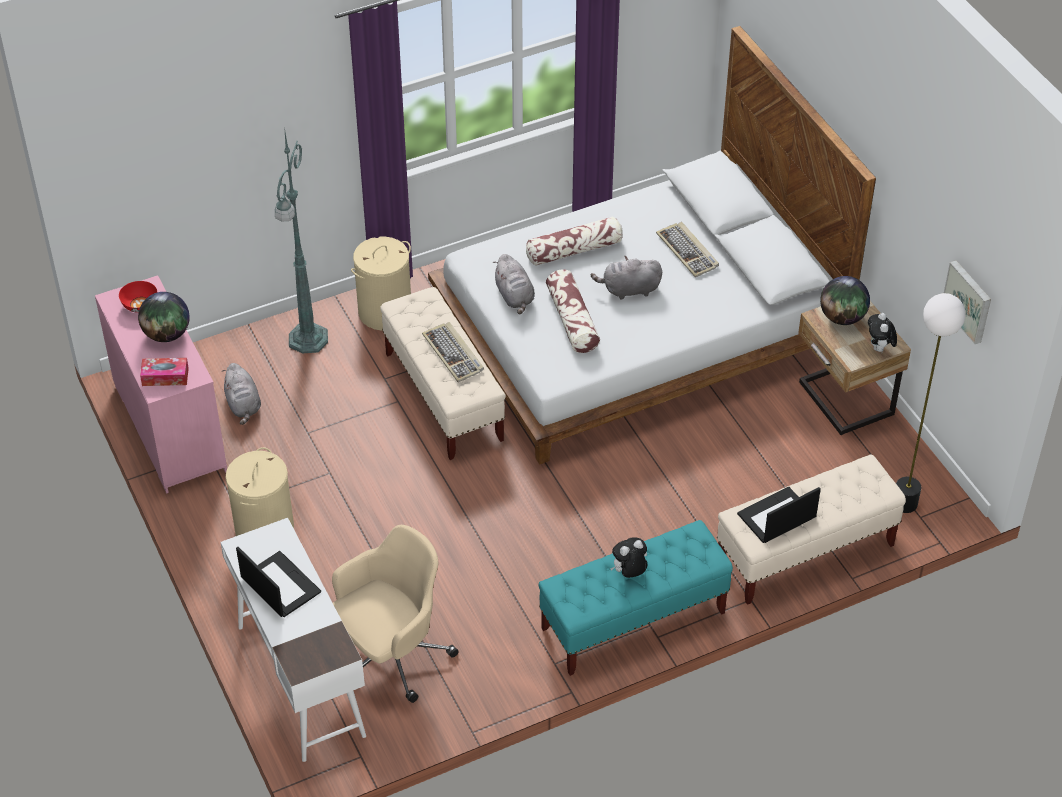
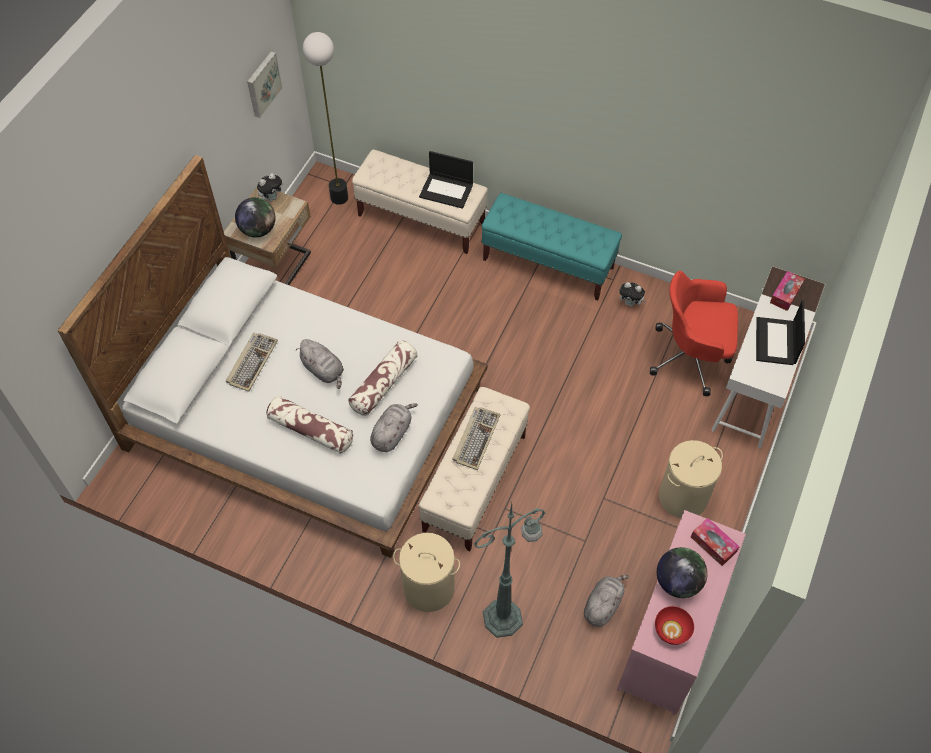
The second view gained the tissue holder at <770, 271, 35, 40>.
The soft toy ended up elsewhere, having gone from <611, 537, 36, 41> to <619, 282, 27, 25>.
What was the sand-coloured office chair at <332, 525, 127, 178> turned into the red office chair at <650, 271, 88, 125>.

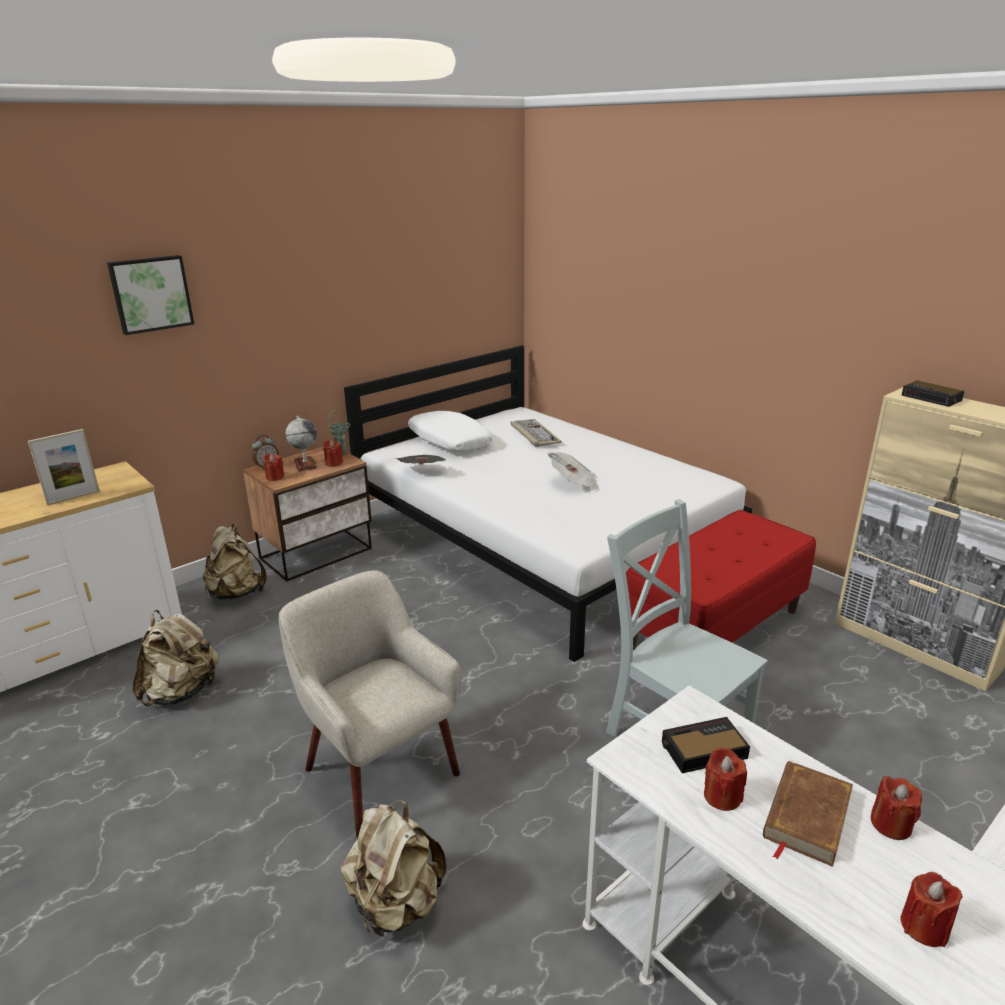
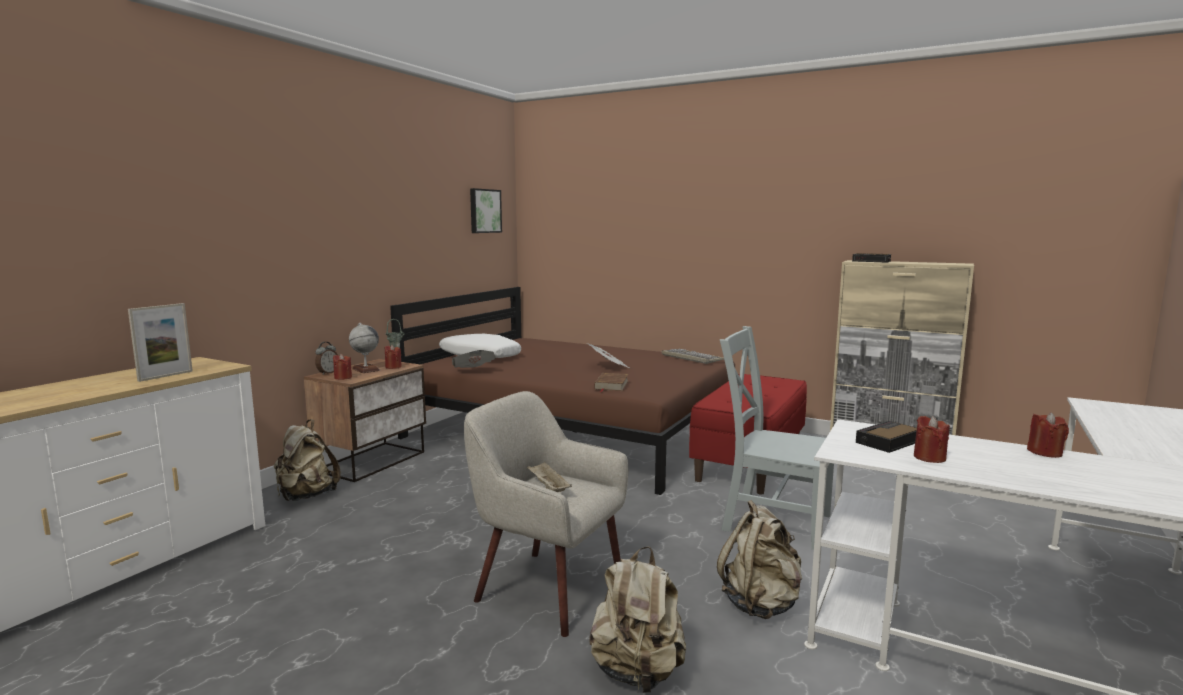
The second view lost the red wax light at <900, 872, 62, 75>.
The second view gained the sand-coloured tray at <527, 462, 45, 30>.
The picture ended up elsewhere, having gone from <107, 255, 87, 80> to <470, 188, 32, 45>.
The sand-coloured knapsack ended up elsewhere, having gone from <133, 610, 86, 97> to <717, 500, 85, 119>.
The keyboard ended up elsewhere, having gone from <510, 419, 52, 28> to <662, 349, 62, 15>.
The brownish book ended up elsewhere, having gone from <763, 761, 90, 106> to <594, 373, 35, 19>.
What was the white-coloured bed at <344, 345, 408, 317> turned into the brownish bed at <390, 287, 345, 208>.

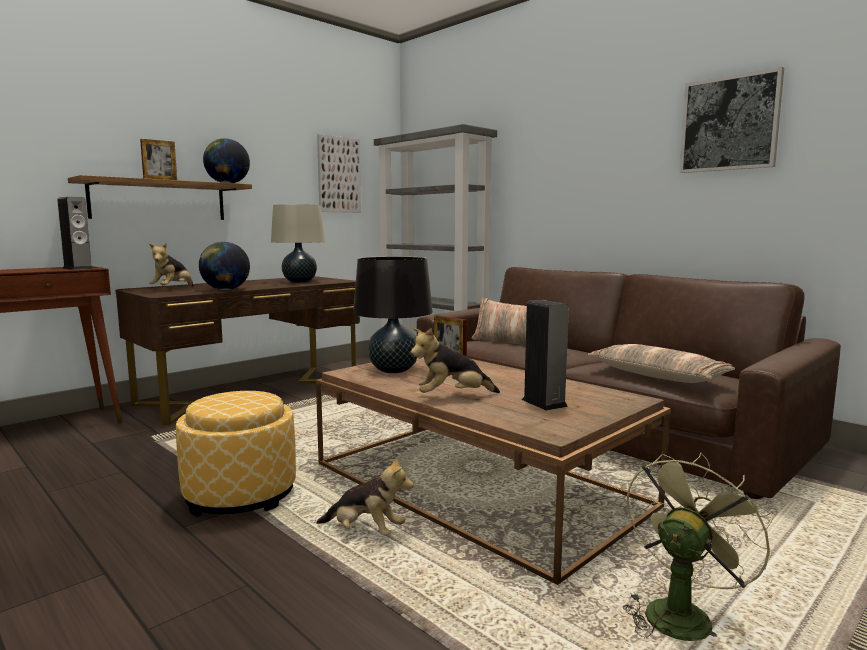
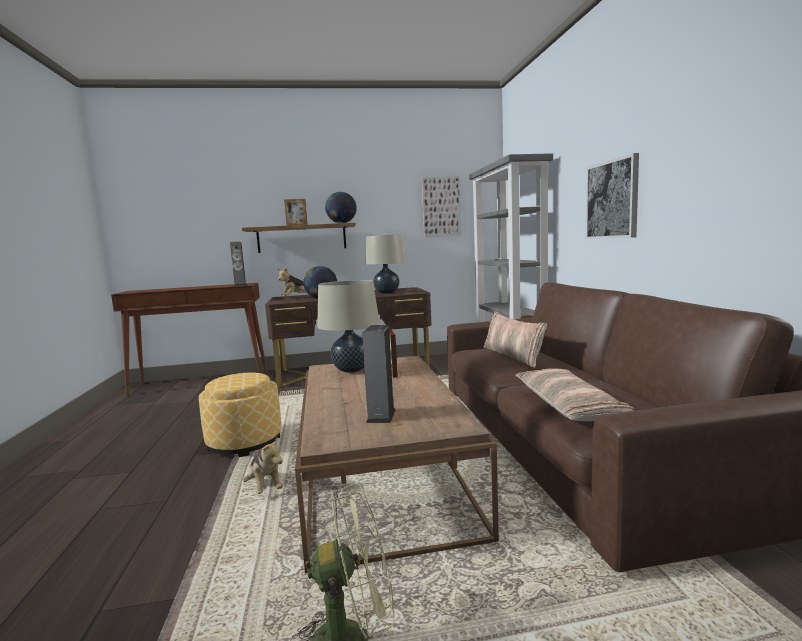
The second view lost the soft toy at <410, 328, 90, 65>.
The picture ended up elsewhere, having gone from <679, 67, 105, 106> to <586, 153, 53, 86>.
What was the black-coloured lamp for a table at <353, 256, 80, 117> turned into the sand-coloured lamp for a table at <317, 280, 63, 93>.

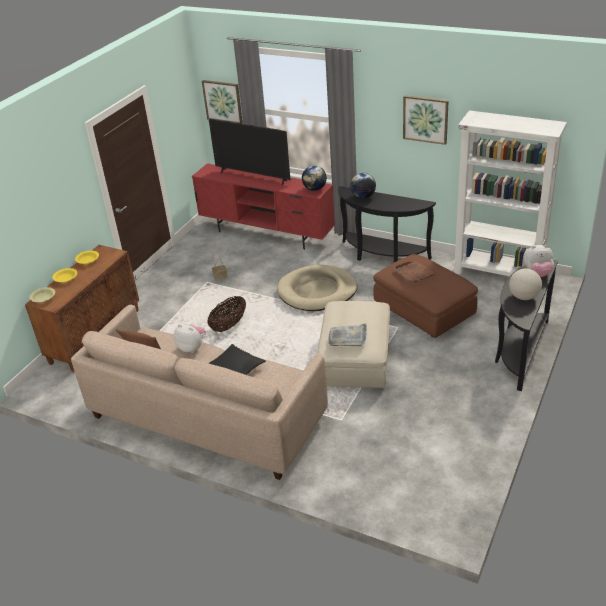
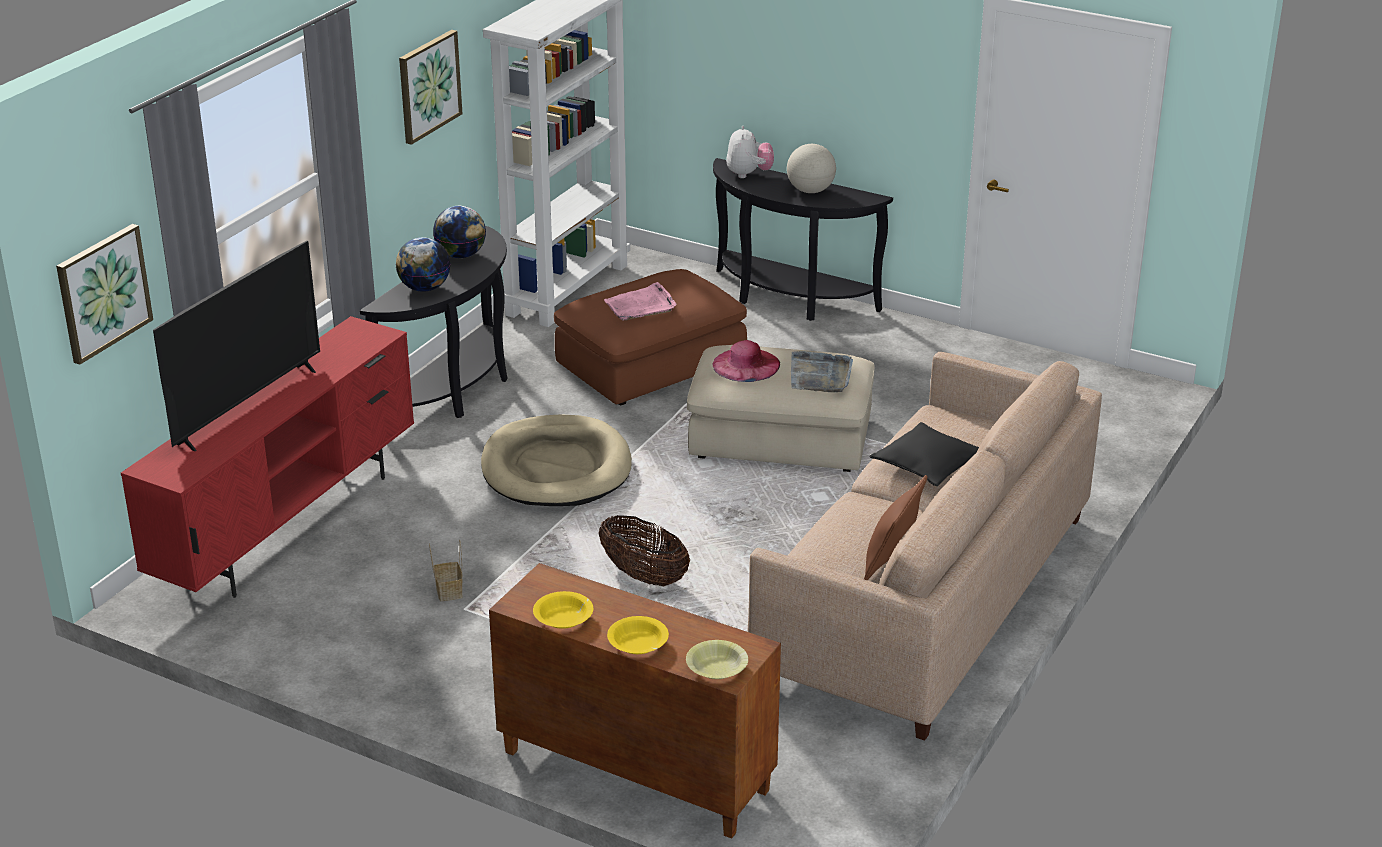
The second view lost the soft toy at <174, 324, 32, 29>.
The second view gained the pinkish hat at <713, 340, 67, 42>.
The world globe ended up elsewhere, having gone from <302, 165, 25, 26> to <433, 206, 53, 52>.
What was the brownish tray at <394, 261, 42, 22> turned into the pinkish tray at <604, 282, 73, 39>.

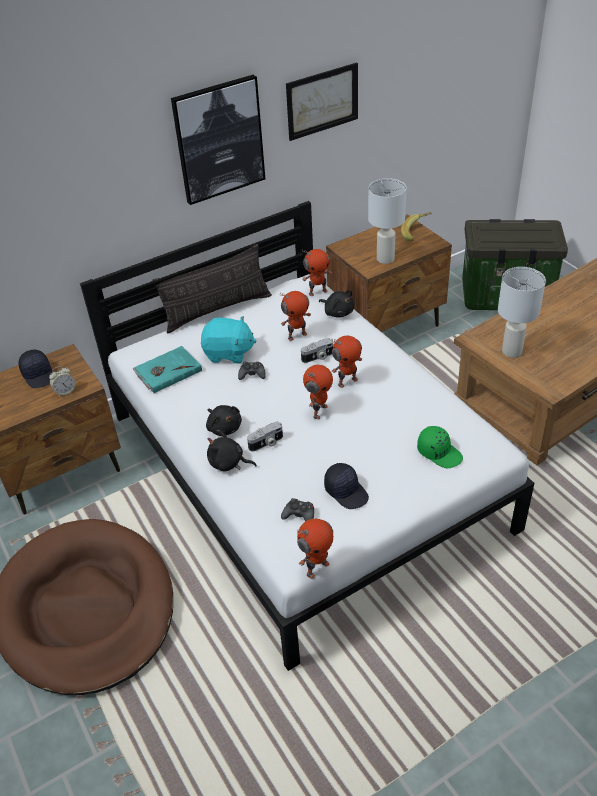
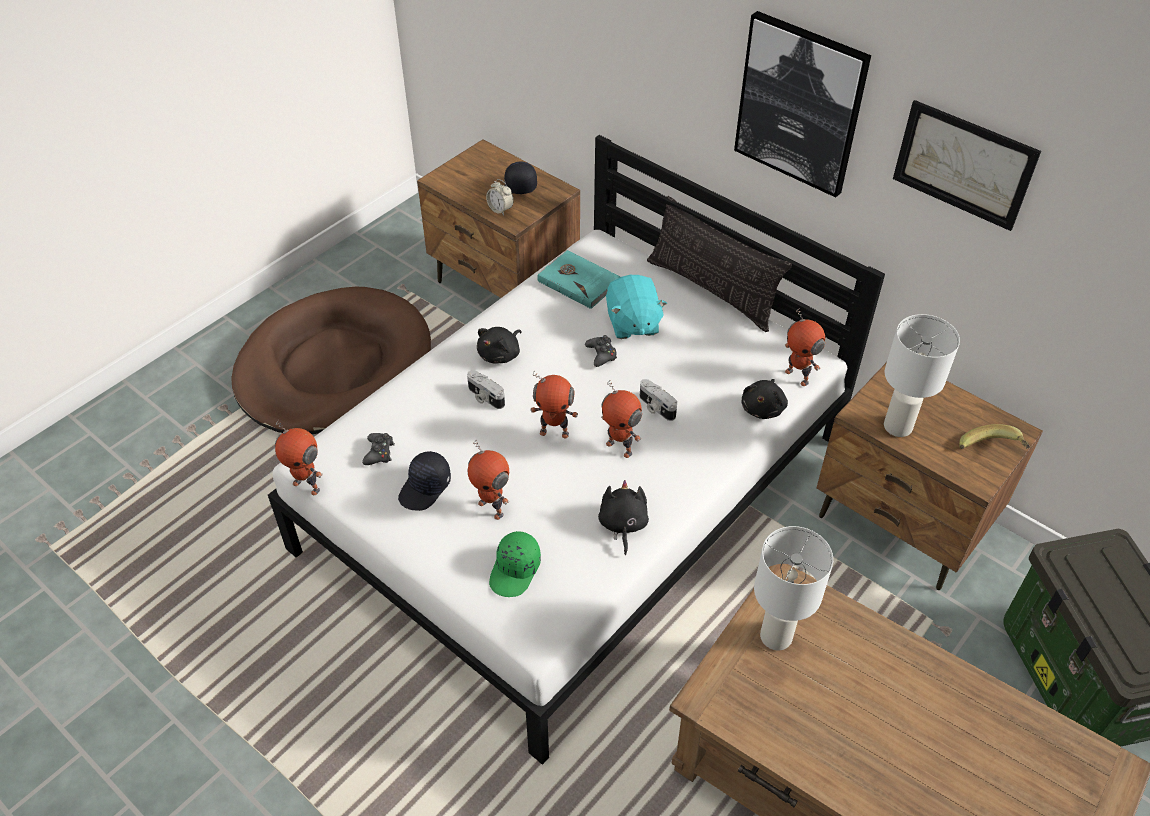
The black-coloured soft toy ended up elsewhere, having gone from <207, 430, 50, 42> to <598, 480, 51, 75>.
The toy robot ended up elsewhere, having gone from <280, 291, 31, 50> to <467, 439, 42, 81>.
The black-coloured baseball cap at <18, 350, 34, 38> ended up facing another way, 135 degrees clockwise from before.

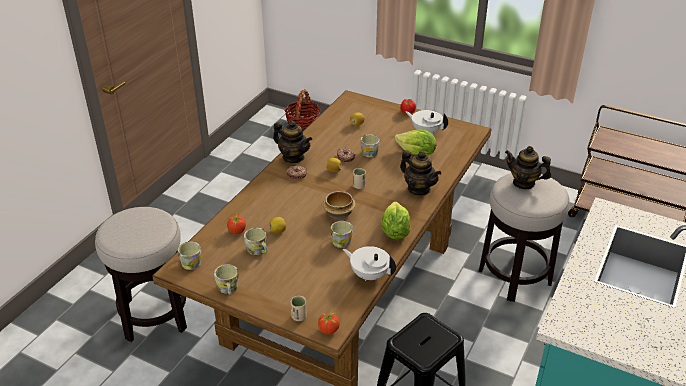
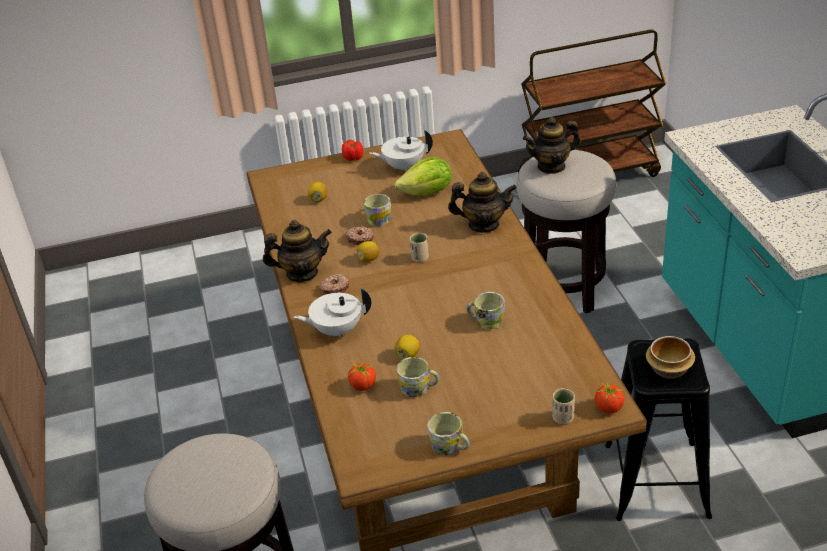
The second view lost the coffee mug at <178, 242, 23, 28>.
The second view lost the household basket at <284, 89, 37, 42>.
The second view lost the head of lettuce at <381, 201, 30, 38>.
The bowl ended up elsewhere, having gone from <323, 191, 33, 28> to <646, 336, 49, 43>.
The white-coloured tea pot ended up elsewhere, having gone from <343, 246, 53, 35> to <294, 288, 77, 50>.

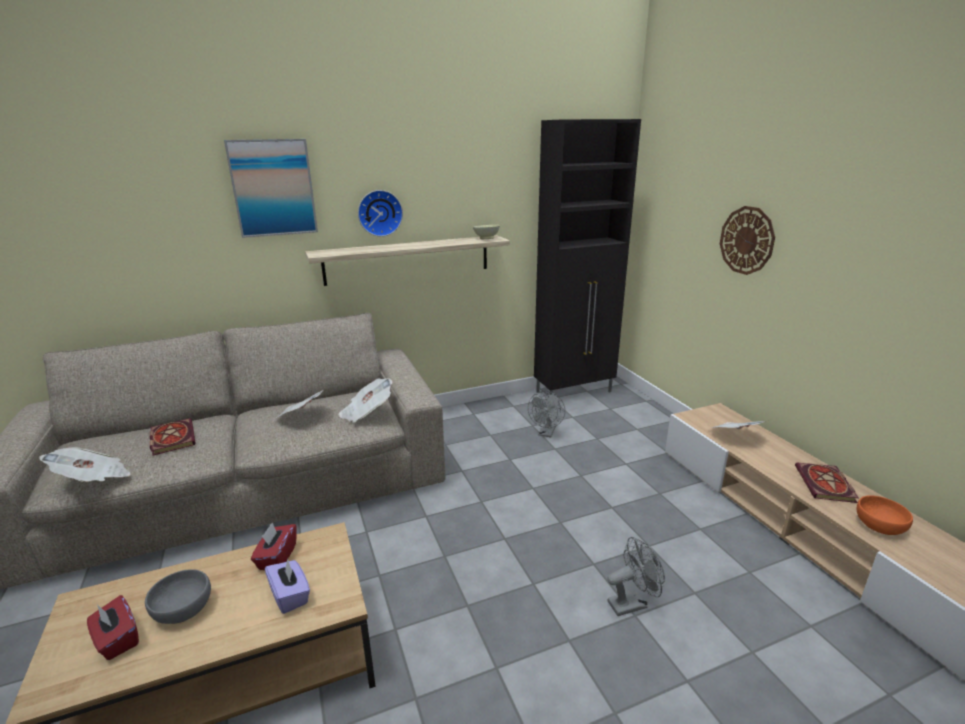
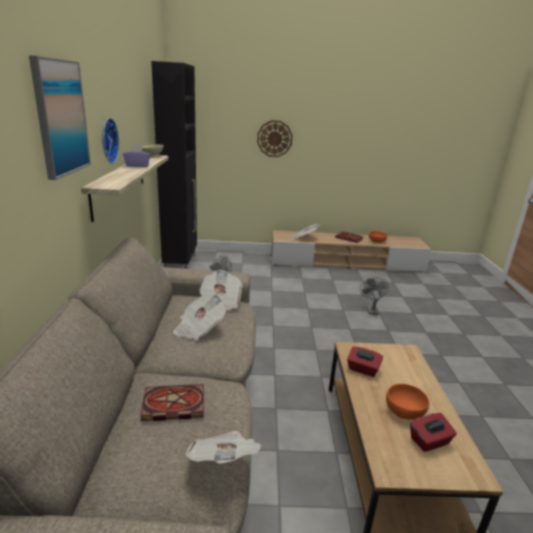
The purplish tissue holder ended up elsewhere, having gone from <265, 559, 45, 55> to <123, 145, 27, 22>.
What was the grey bowl at <145, 569, 66, 55> turned into the orange-coloured bowl at <386, 384, 43, 36>.

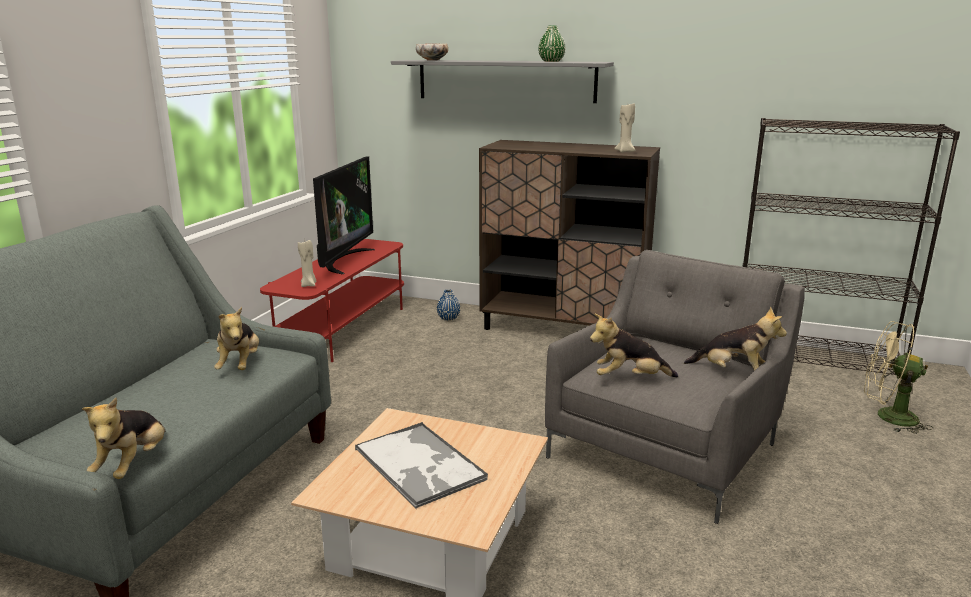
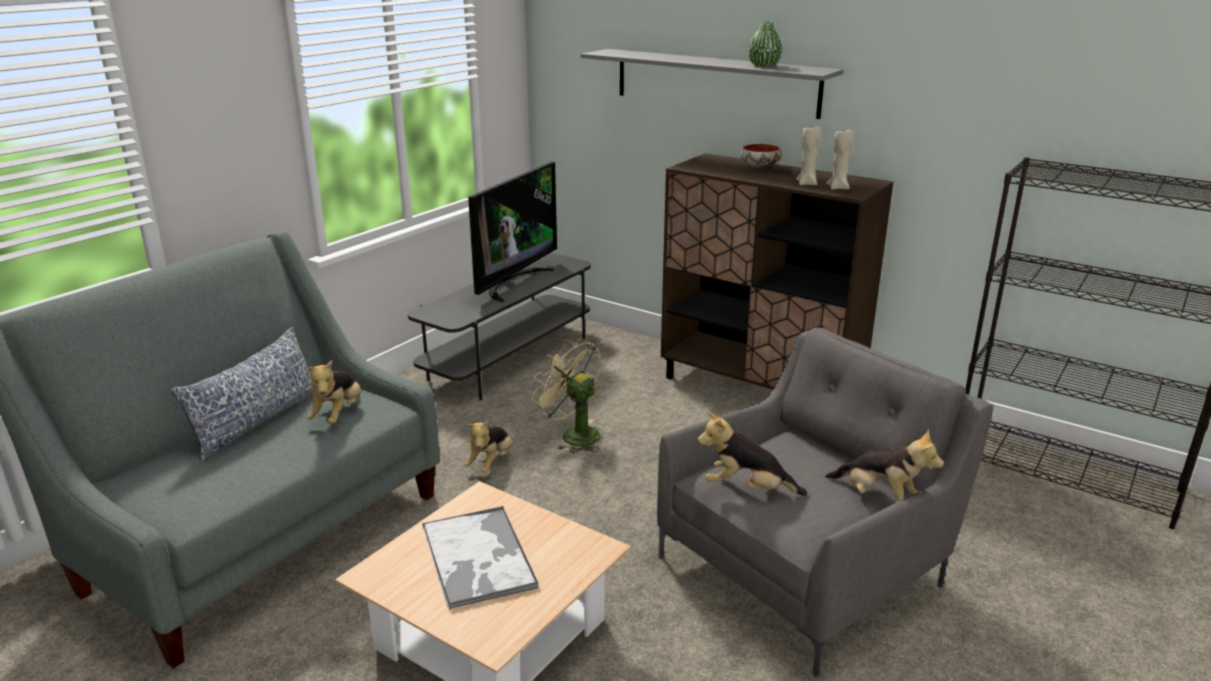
The second view lost the blue decorative vase at <437, 289, 23, 32>.
The second view gained the throw pillow at <171, 327, 142, 135>.
The soft toy ended up elsewhere, having gone from <82, 398, 83, 81> to <464, 420, 48, 53>.
The sand-coloured wax light ended up elsewhere, having gone from <298, 240, 19, 47> to <796, 124, 25, 61>.
The bowl ended up elsewhere, having gone from <416, 44, 32, 16> to <741, 144, 41, 25>.
The sand-coloured cooling fan ended up elsewhere, having gone from <864, 321, 69, 113> to <532, 338, 69, 115>.
What was the red media console at <260, 239, 144, 123> turned into the grey media console at <408, 253, 183, 147>.

